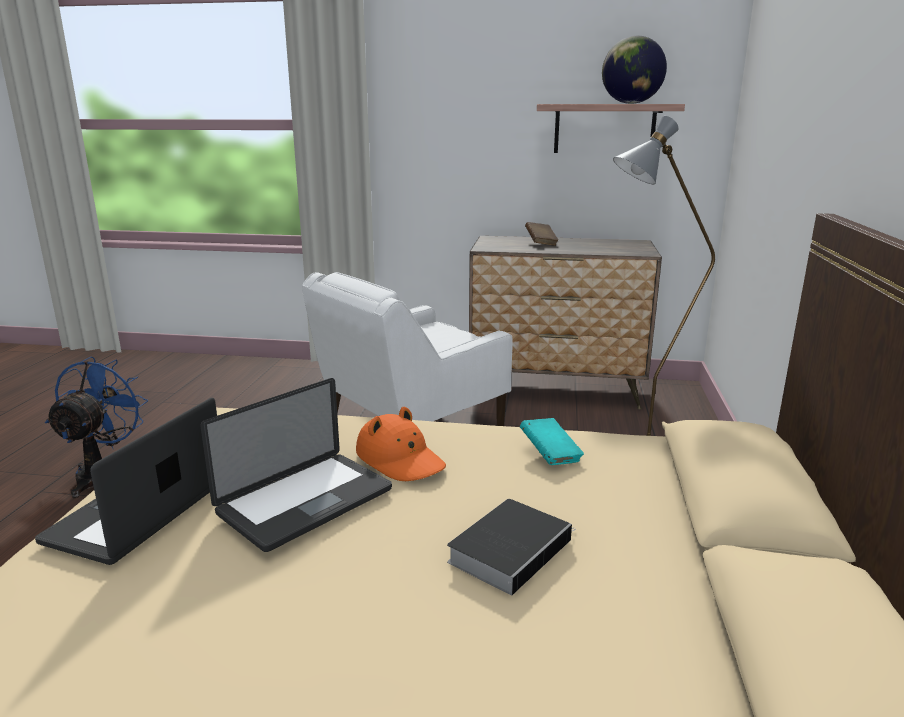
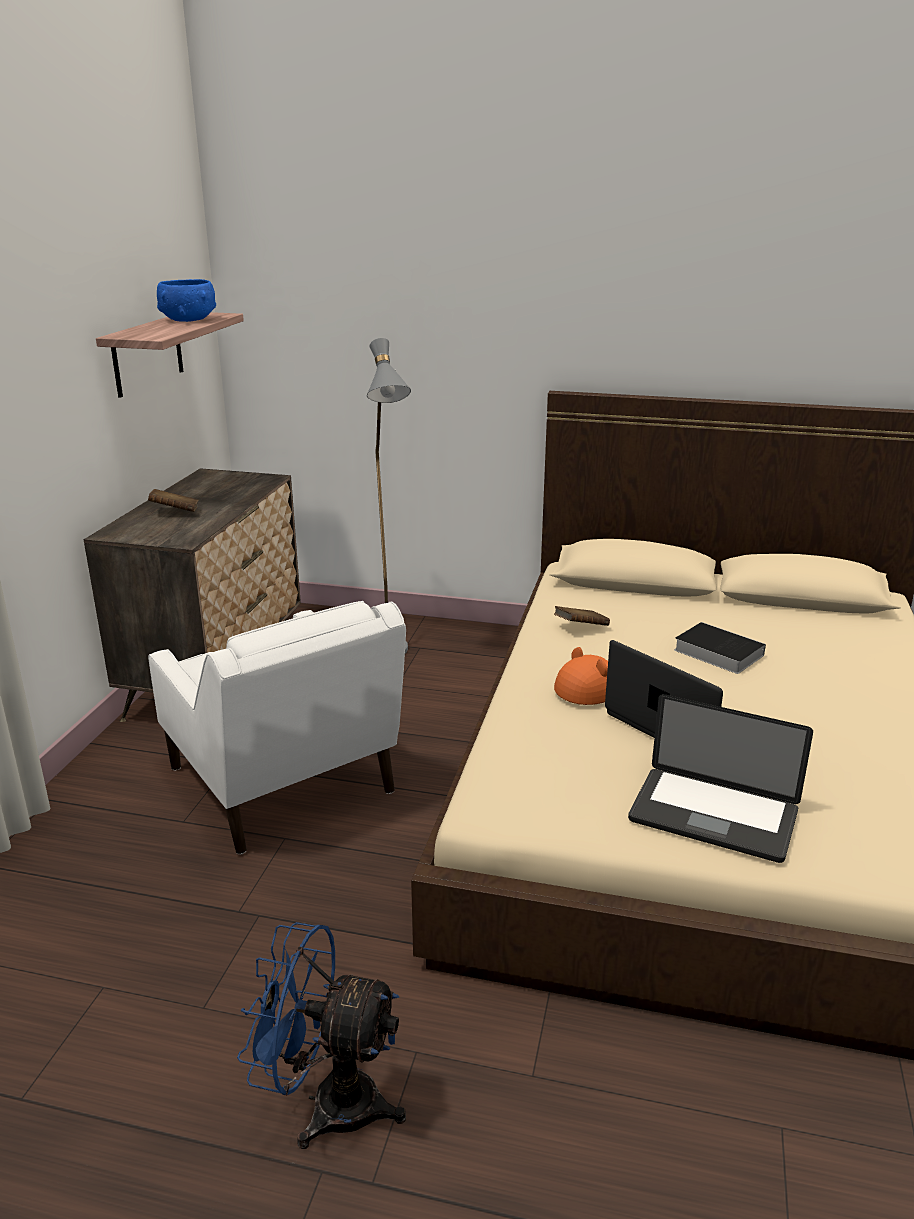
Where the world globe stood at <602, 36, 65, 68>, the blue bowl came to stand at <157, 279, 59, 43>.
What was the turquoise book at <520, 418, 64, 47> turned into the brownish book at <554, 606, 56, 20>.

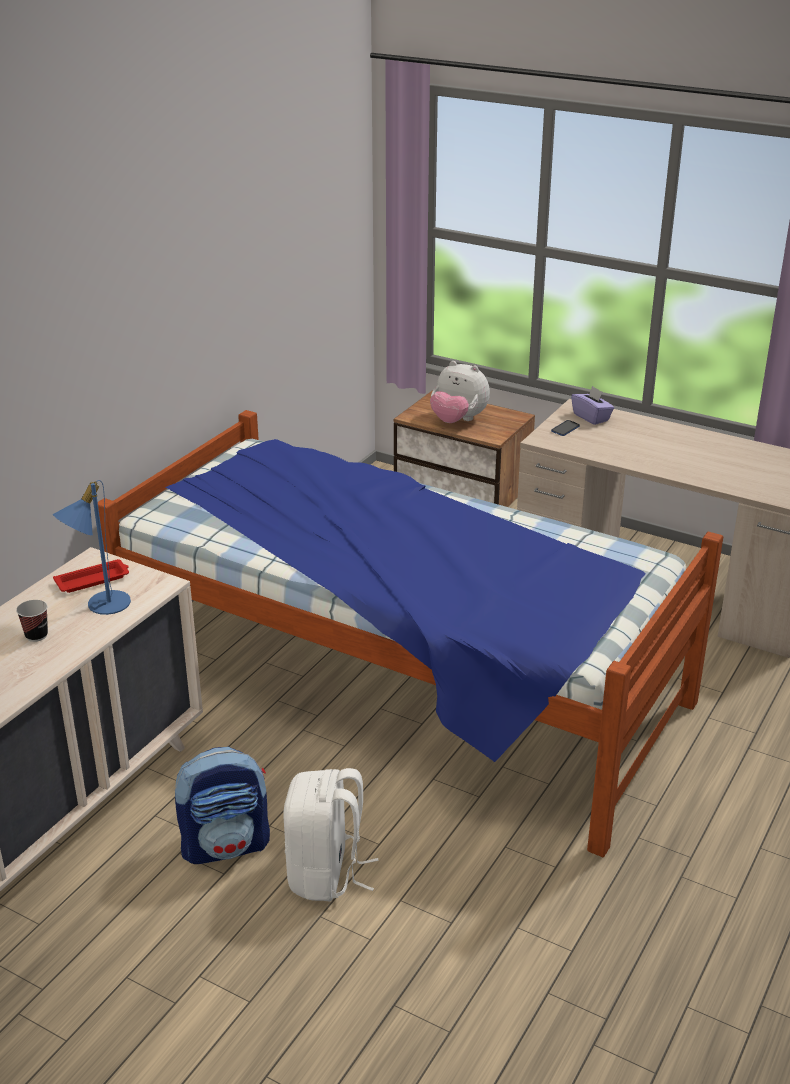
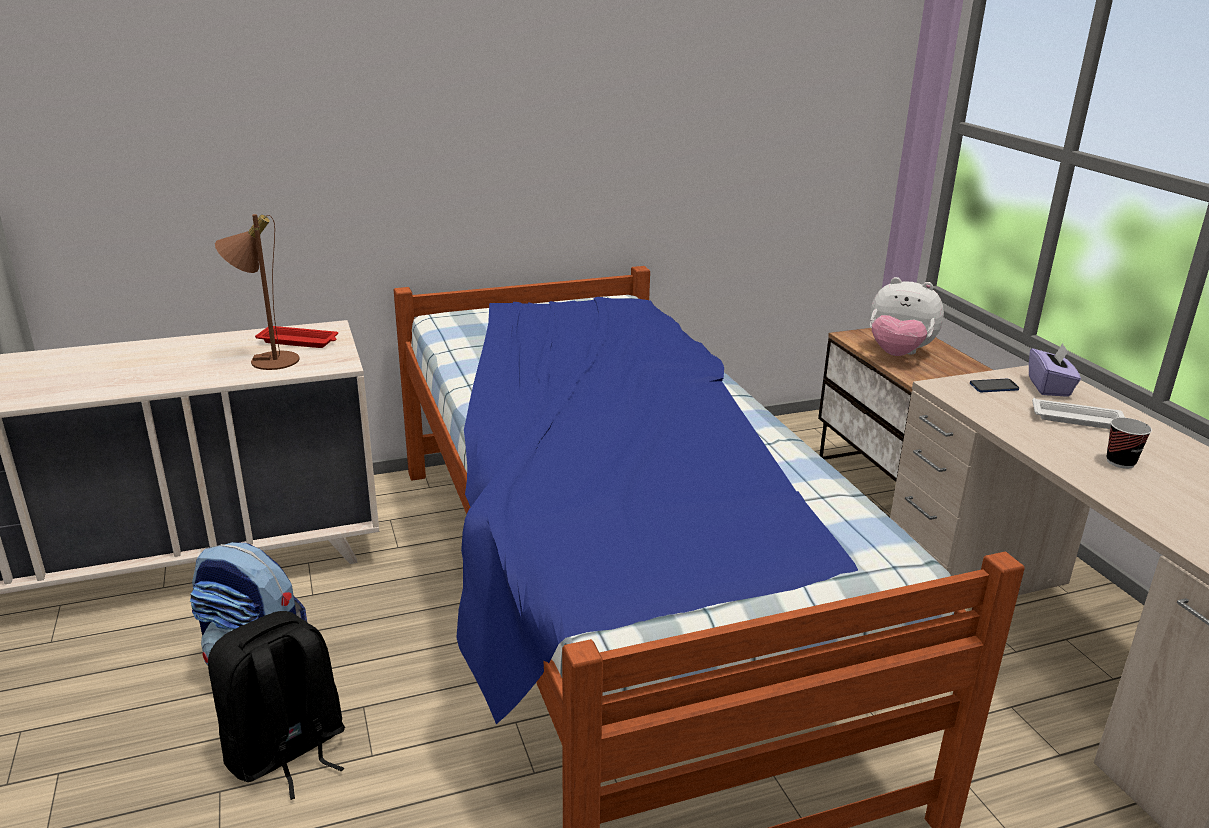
The second view gained the white-coloured tray at <1032, 398, 94, 31>.
The cup ended up elsewhere, having gone from <16, 600, 32, 42> to <1106, 418, 46, 51>.
What was the blue lamp for a table at <53, 480, 78, 135> turned into the brownish lamp for a table at <215, 214, 85, 156>.
What was the white-coloured knapsack at <284, 768, 95, 134> turned into the black-coloured knapsack at <208, 611, 137, 189>.
The soft toy at <430, 361, 60, 62> ended up facing another way, 45 degrees counterclockwise from before.

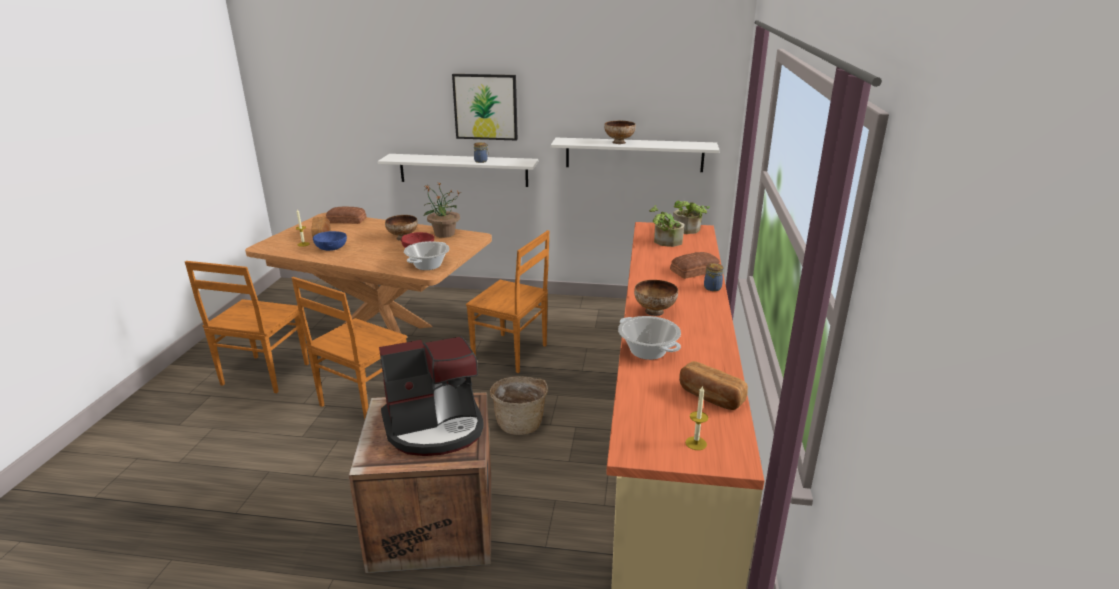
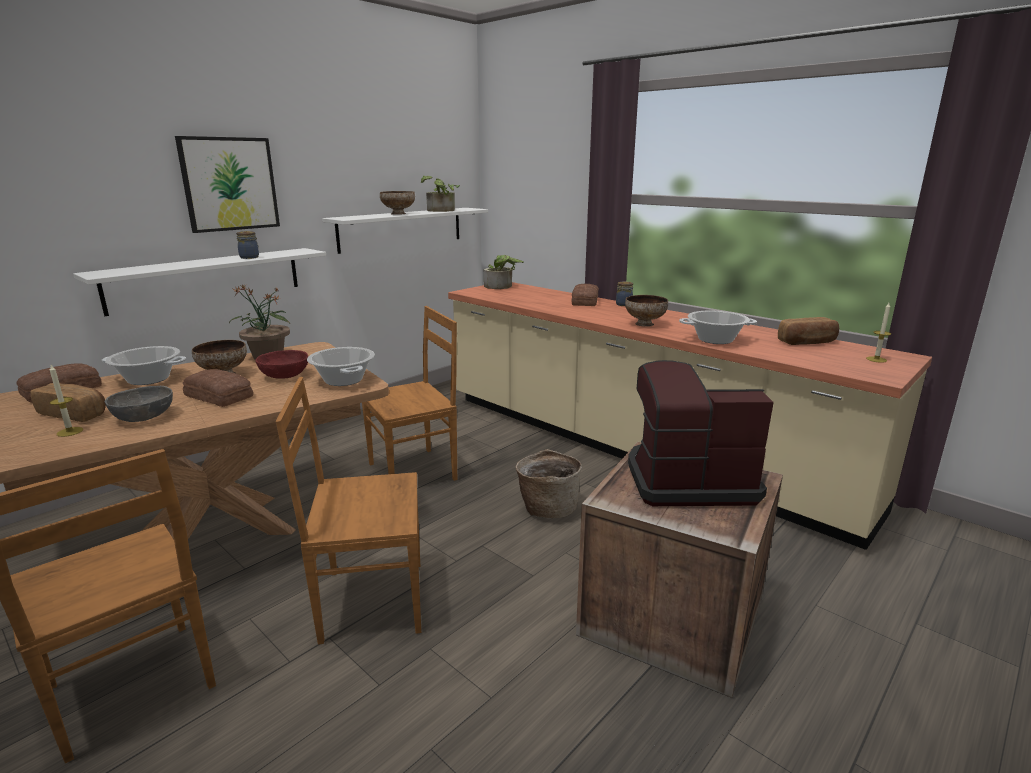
The second view gained the cooking pot at <102, 346, 85, 39>.
The second view gained the bakery bread at <183, 369, 70, 38>.
The houseplant ended up elsewhere, having gone from <649, 205, 35, 42> to <421, 176, 39, 36>.
What was the blue bowl at <313, 231, 34, 20> turned into the grey bowl at <105, 386, 68, 36>.
The brownish chair at <292, 277, 115, 143> ended up facing another way, 105 degrees clockwise from before.
The coffee brewer at <379, 336, 105, 120> ended up facing another way, 105 degrees counterclockwise from before.

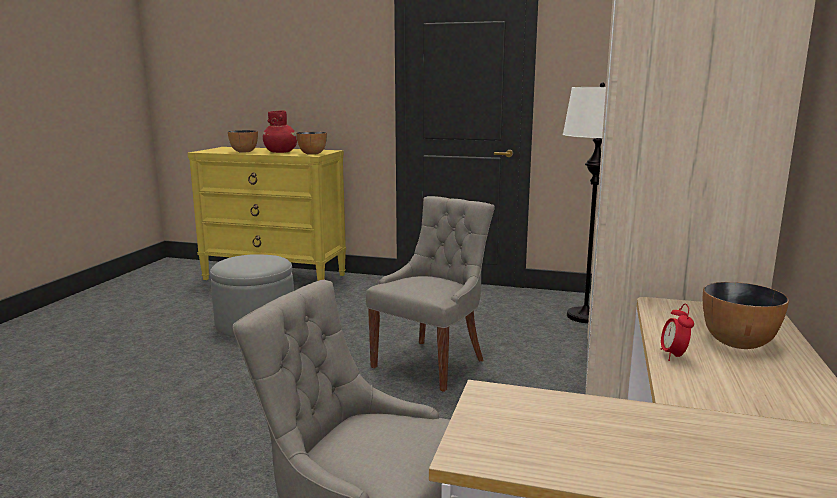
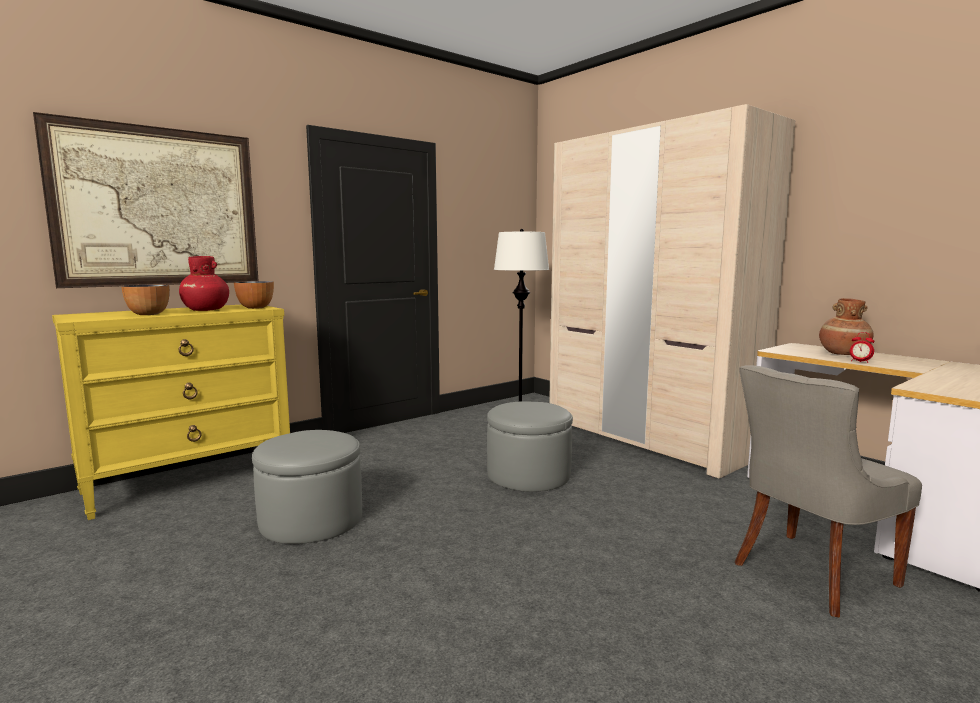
The second view gained the picture at <33, 112, 226, 176>.
Where the grey chair stood at <366, 196, 129, 196>, the grey ottoman came to stand at <487, 401, 86, 91>.
Where the bowl stood at <703, 282, 86, 67>, the brownish decorative vase came to stand at <819, 298, 55, 57>.

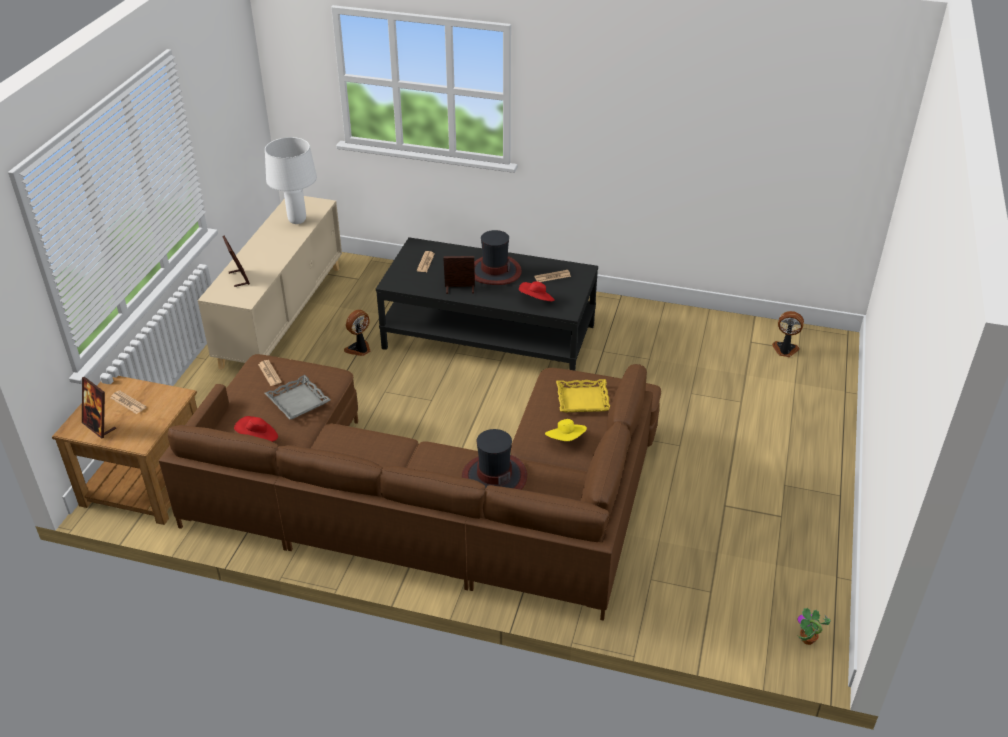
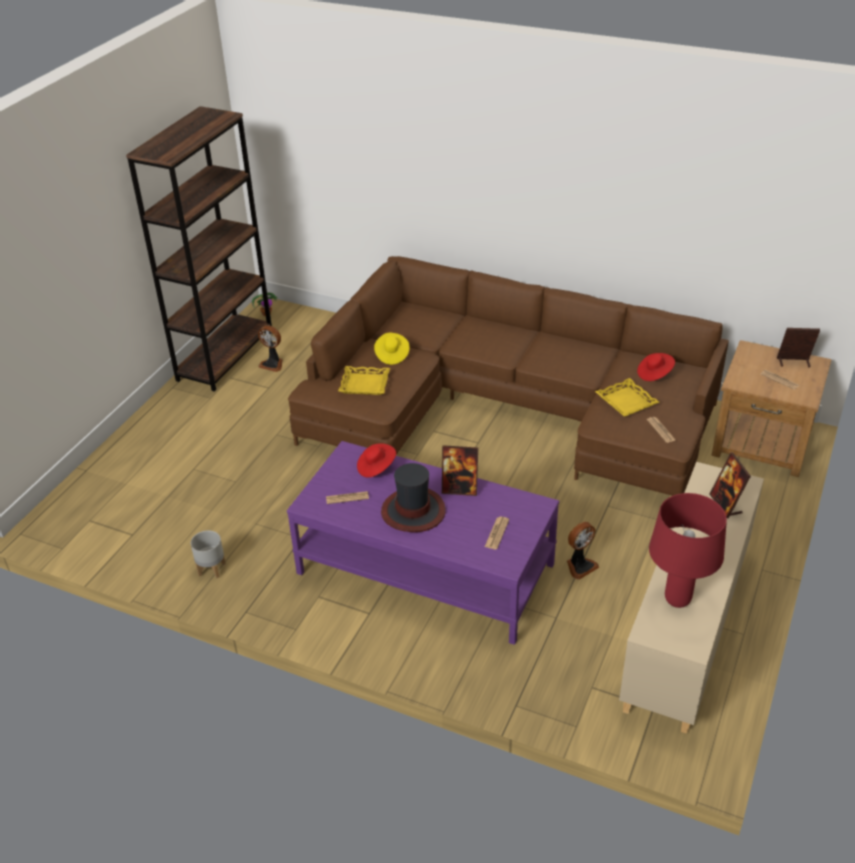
The second view lost the hat at <462, 429, 65, 61>.
The second view gained the brownish shelving unit at <126, 106, 146, 286>.
The second view gained the grey flower pot at <191, 530, 35, 48>.
The cooling fan ended up elsewhere, having gone from <772, 311, 32, 46> to <258, 325, 25, 47>.
What was the grey tray at <264, 375, 67, 45> turned into the yellowish tray at <595, 378, 64, 39>.
What was the white-coloured lamp for a table at <265, 137, 52, 87> turned into the red lamp for a table at <649, 493, 78, 115>.
What was the black-coloured lounge table at <376, 237, 222, 134> turned into the purplish lounge table at <287, 441, 272, 204>.
The picture frame at <82, 377, 34, 62> ended up facing another way, 45 degrees counterclockwise from before.

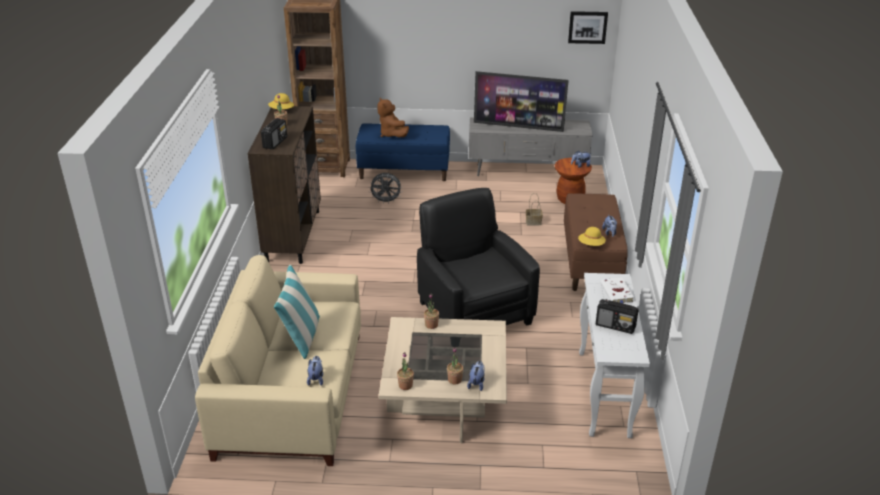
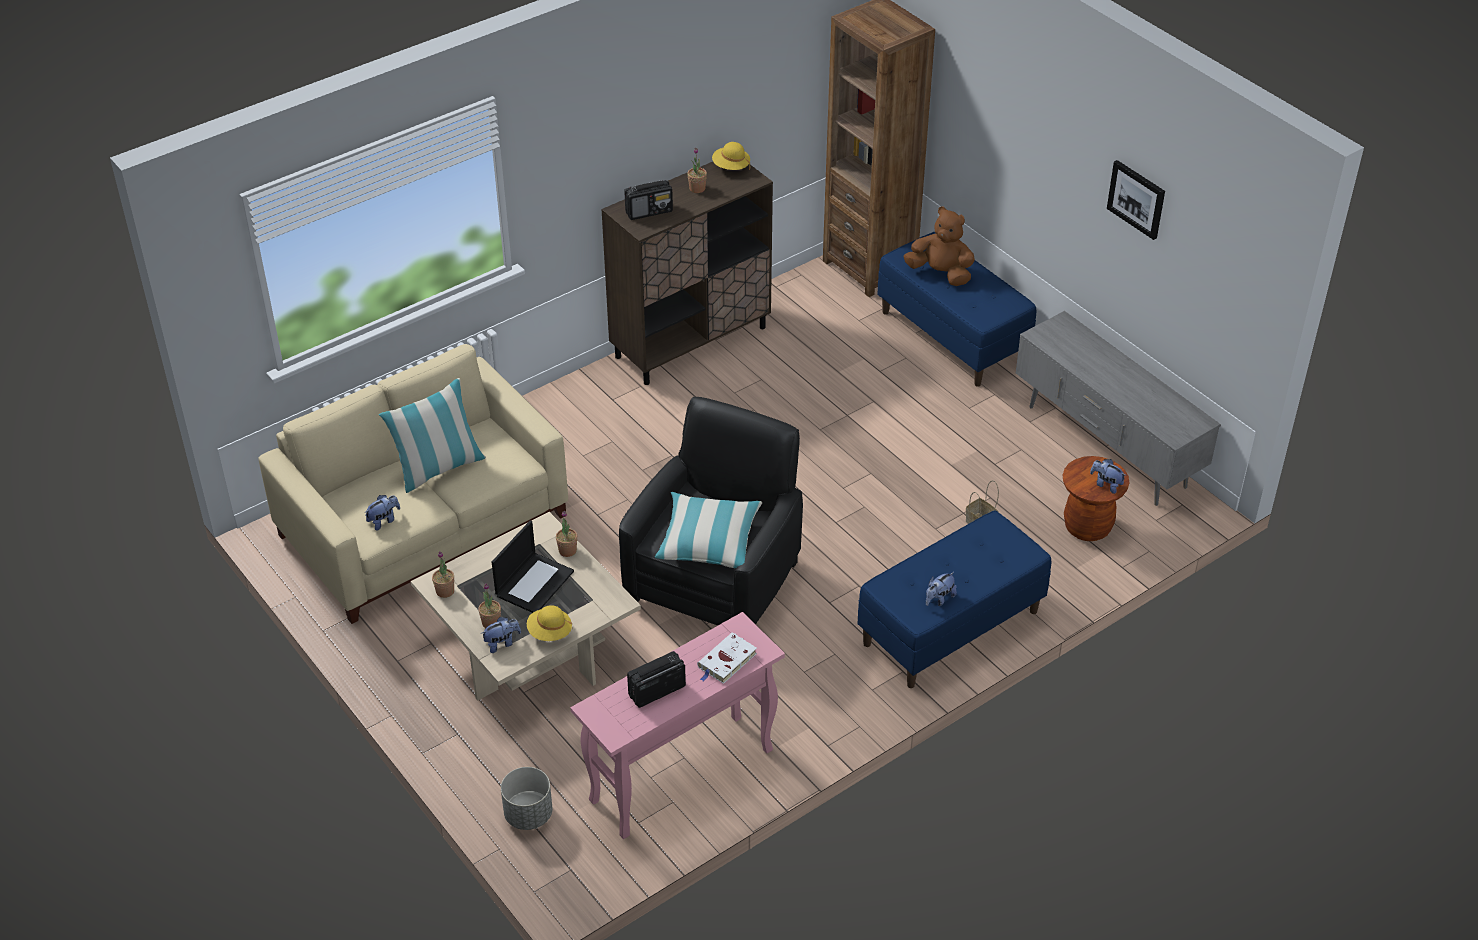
The second view lost the grey cooling fan at <369, 173, 33, 31>.
The second view lost the TV at <474, 71, 95, 61>.
The second view gained the laptop at <492, 520, 82, 93>.
The second view gained the grey flower pot at <501, 767, 52, 63>.
The second view gained the throw pillow at <655, 492, 107, 76>.
The picture ended up elsewhere, having gone from <568, 11, 40, 33> to <1107, 160, 58, 80>.
The yellowish hat ended up elsewhere, having gone from <578, 227, 28, 19> to <527, 605, 46, 36>.
What was the brownish long seat at <564, 194, 64, 97> turned into the blue long seat at <858, 510, 193, 178>.
What was the white-coloured narrow table at <579, 273, 71, 165> turned into the pinkish narrow table at <570, 612, 215, 227>.
The brownish soft toy at <377, 97, 32, 40> ended up facing another way, 90 degrees clockwise from before.
The radio set at <596, 299, 43, 35> ended up facing another way, 75 degrees clockwise from before.

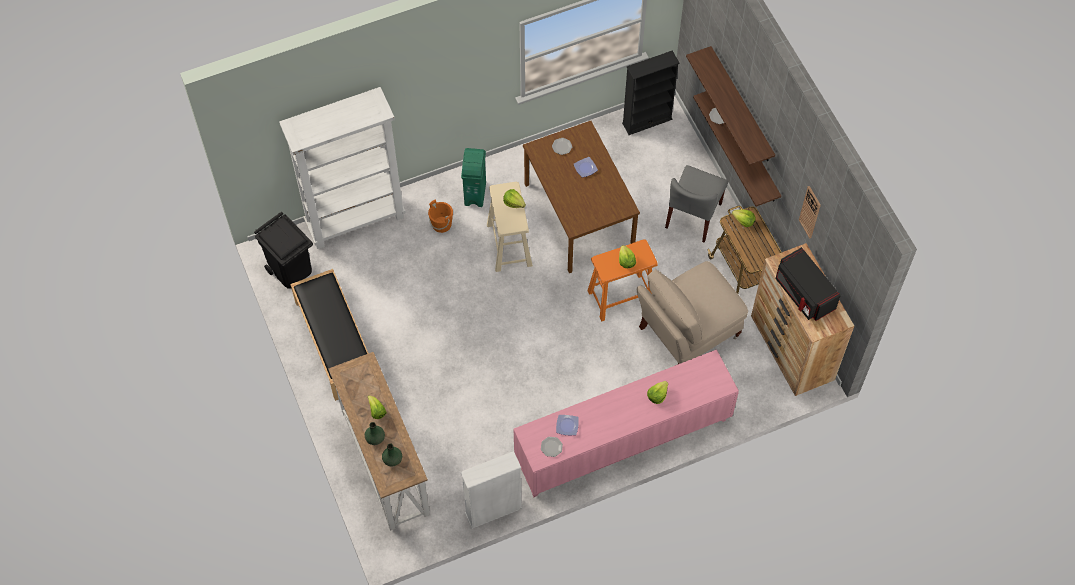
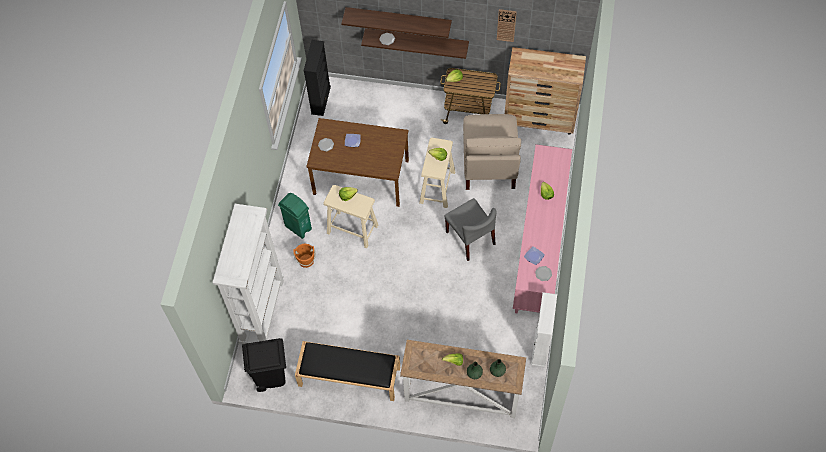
The second view lost the black-coloured microwave at <775, 247, 66, 74>.
The grey chair ended up elsewhere, having gone from <665, 165, 63, 78> to <444, 198, 53, 63>.
What was the orange-coloured sitting stool at <587, 240, 71, 81> turned into the sand-coloured sitting stool at <419, 138, 36, 70>.

